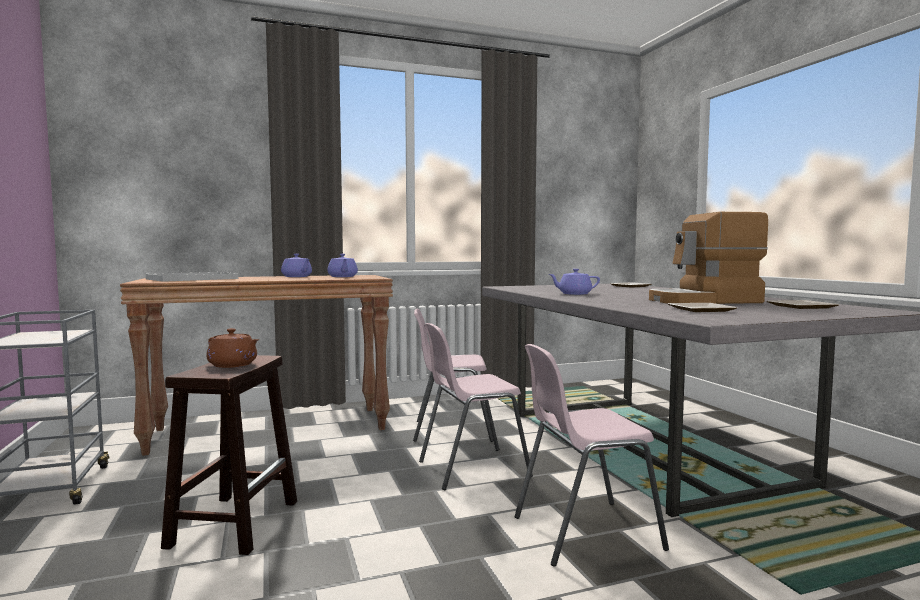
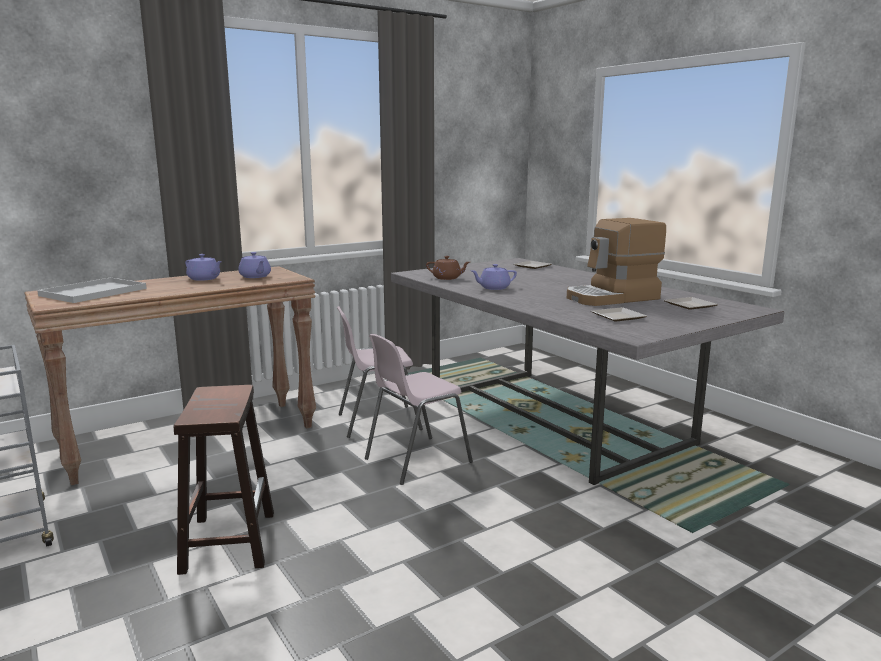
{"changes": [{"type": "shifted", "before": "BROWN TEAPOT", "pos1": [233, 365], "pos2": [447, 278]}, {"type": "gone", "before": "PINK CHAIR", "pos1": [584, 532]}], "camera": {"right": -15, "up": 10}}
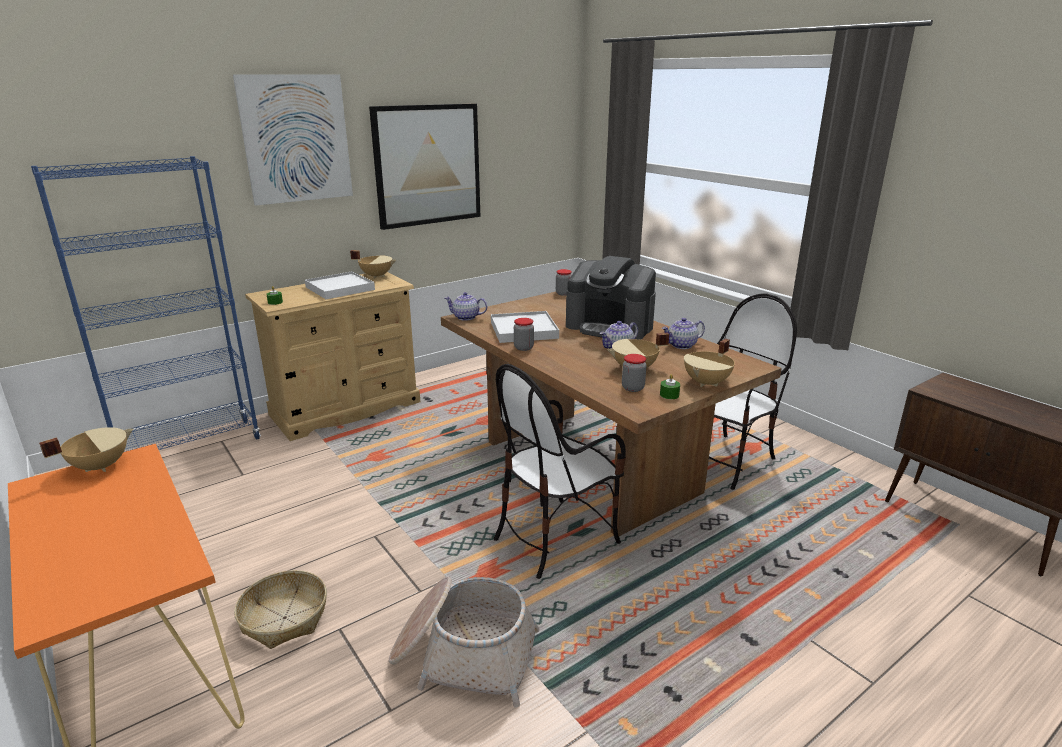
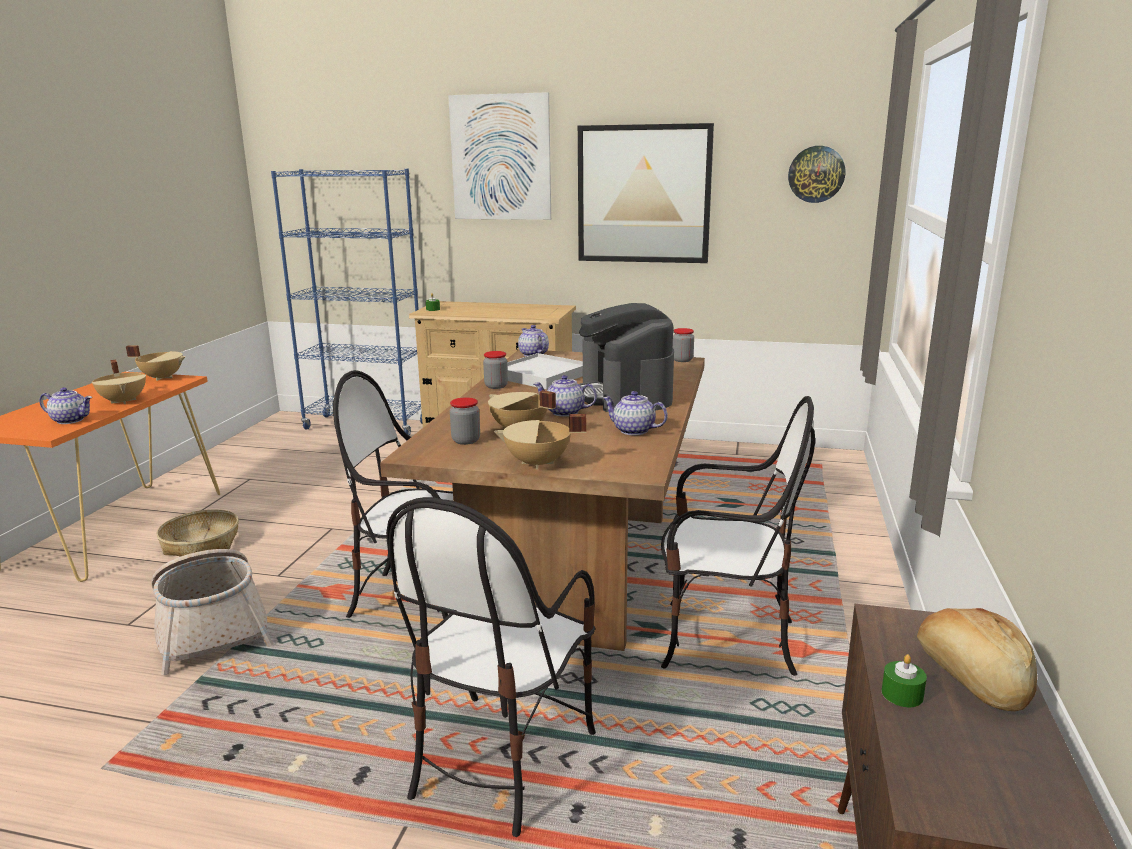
{"changes": [{"type": "shifted", "before": "BEIGE COOKING POT", "pos1": [376, 276], "pos2": [124, 401]}, {"type": "gone", "before": "WHITE TRAY", "pos1": [340, 288]}, {"type": "shifted", "before": "GREEN CANDLE", "pos1": [669, 395], "pos2": [902, 694]}, {"type": "new", "after": "WALL CLOCK", "pos2": [816, 174]}, {"type": "new", "after": "TEAPOT", "pos2": [71, 420]}, {"type": "new", "after": "CHAIR", "pos2": [500, 759]}, {"type": "new", "after": "BREAD", "pos2": [971, 678]}], "camera": {"right": 50, "up": -5}}
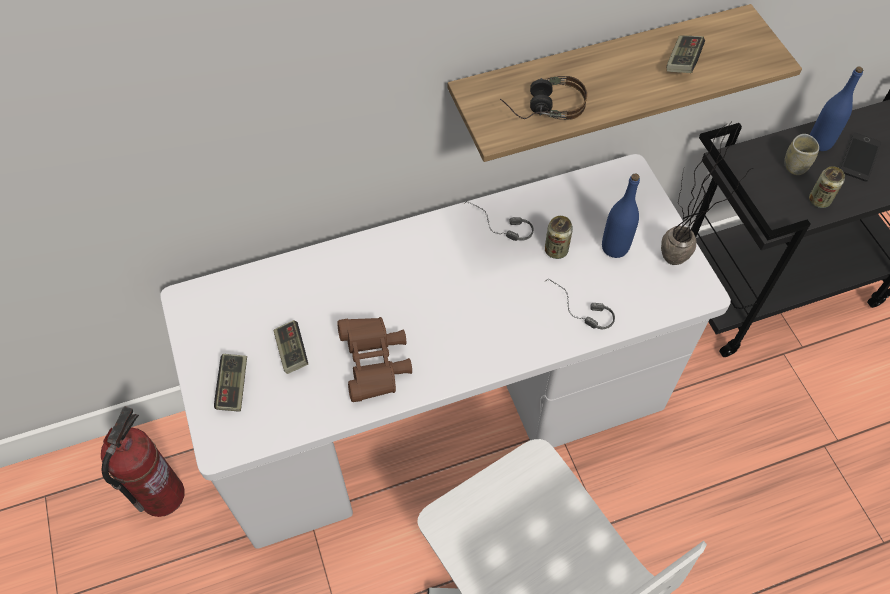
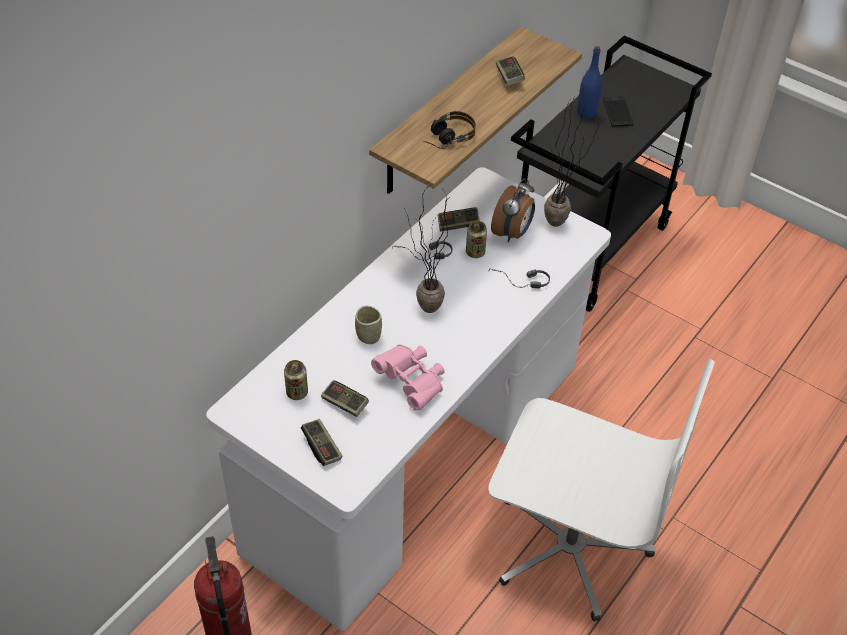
{"changes": [{"type": "shifted", "before": "CUP", "pos1": [795, 166], "pos2": [368, 336]}, {"type": "shifted", "before": "CAN", "pos1": [819, 200], "pos2": [297, 393]}, {"type": "swapped", "before": "BLUE BOTTLE", "after": "ALARM CLOCK", "pos1": [615, 247], "pos2": [512, 233]}, {"type": "repainted", "before": "BROWN BINOCULARS", "after": "PINK BINOCULARS", "pos1": [375, 365], "pos2": [412, 382]}, {"type": "new", "after": "POTTED PLANT", "pos2": [422, 312]}, {"type": "new", "after": "GAME CONTROLLER", "pos2": [458, 225]}], "camera": {"right": -35, "up": -10}}
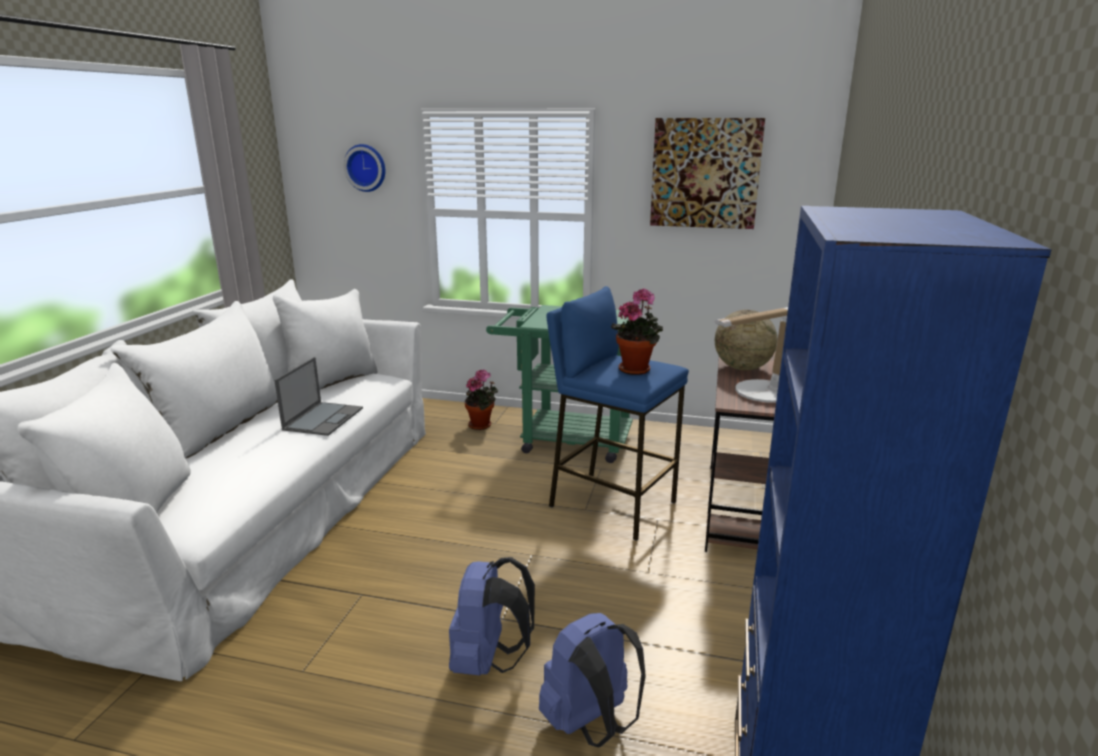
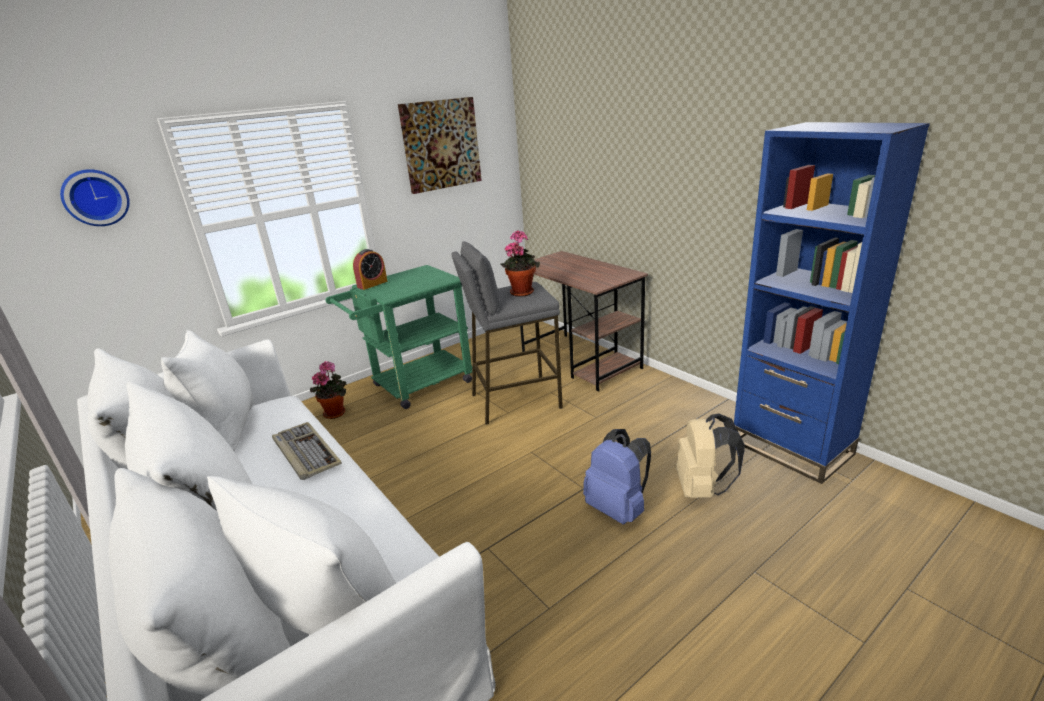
{"changes": [{"type": "repainted", "before": "BLUE STOOL", "after": "GREY STOOL", "pos1": [612, 504], "pos2": [515, 400]}, {"type": "gone", "before": "TABLE LAMP", "pos1": [758, 395]}, {"type": "gone", "before": "GLOBE", "pos1": [742, 368]}, {"type": "swapped", "before": "LAPTOP", "after": "KEYBOARD", "pos1": [323, 418], "pos2": [305, 452]}, {"type": "repainted", "before": "BLUE BACKPACK", "after": "BEIGE BACKPACK", "pos1": [591, 724], "pos2": [702, 489]}, {"type": "new", "after": "ALARM CLOCK", "pos2": [372, 284]}], "camera": {"right": -50, "up": 5}}
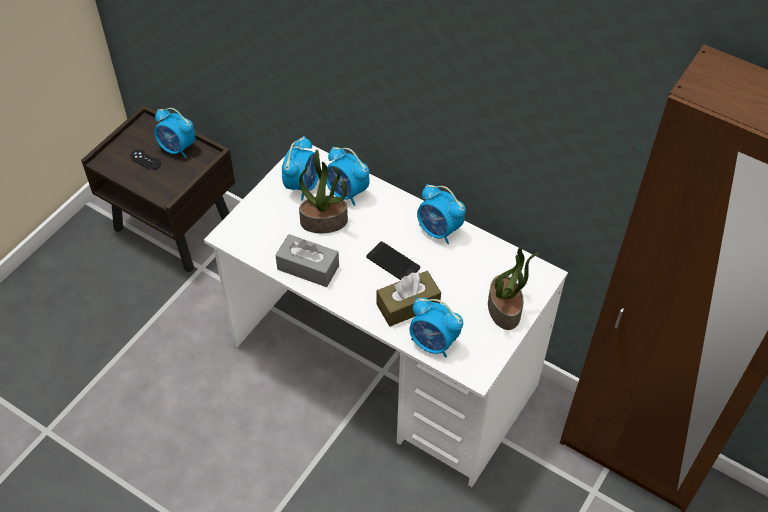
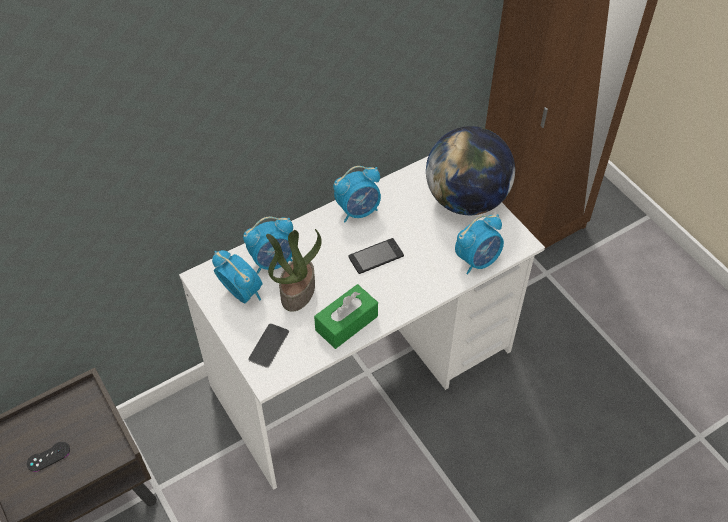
{"changes": [{"type": "gone", "before": "ALARM CLOCK", "pos1": [177, 148]}, {"type": "repainted", "before": "GREY TISSUE BOX", "after": "GREEN TISSUE BOX", "pos1": [308, 267], "pos2": [346, 323]}, {"type": "swapped", "before": "POTTED PLANT", "after": "GLOBE", "pos1": [505, 309], "pos2": [466, 200]}, {"type": "gone", "before": "BROWN TISSUE BOX", "pos1": [408, 305]}, {"type": "new", "after": "PHONE", "pos2": [269, 345]}], "camera": {"right": -65, "up": 0}}
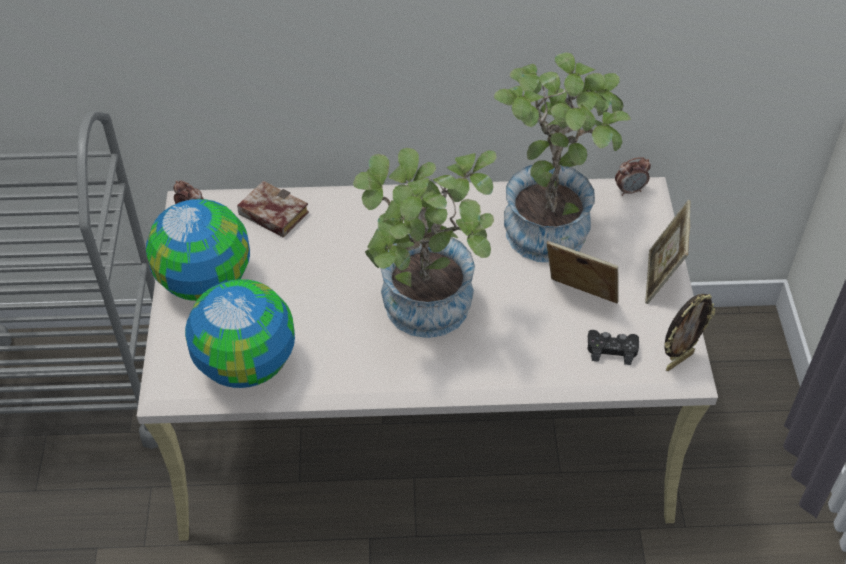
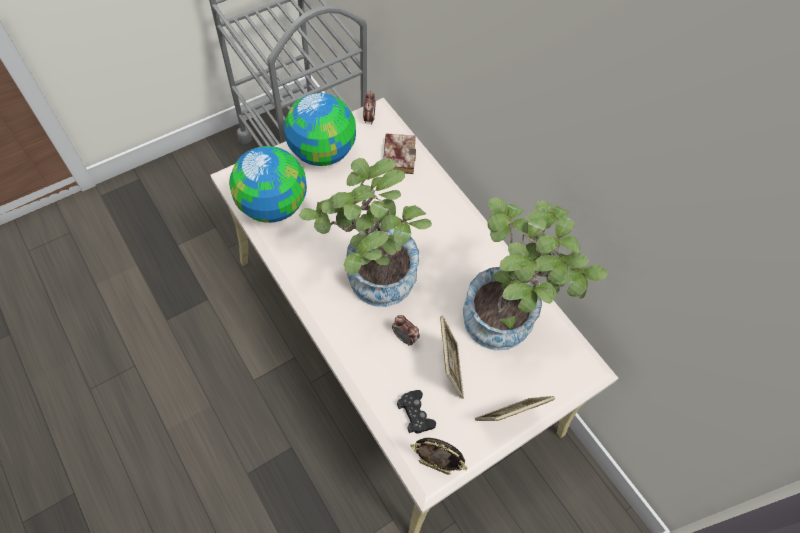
{"changes": [{"type": "shifted", "before": "ALARM CLOCK", "pos1": [630, 190], "pos2": [405, 337]}], "camera": {"right": 55, "up": 10}}
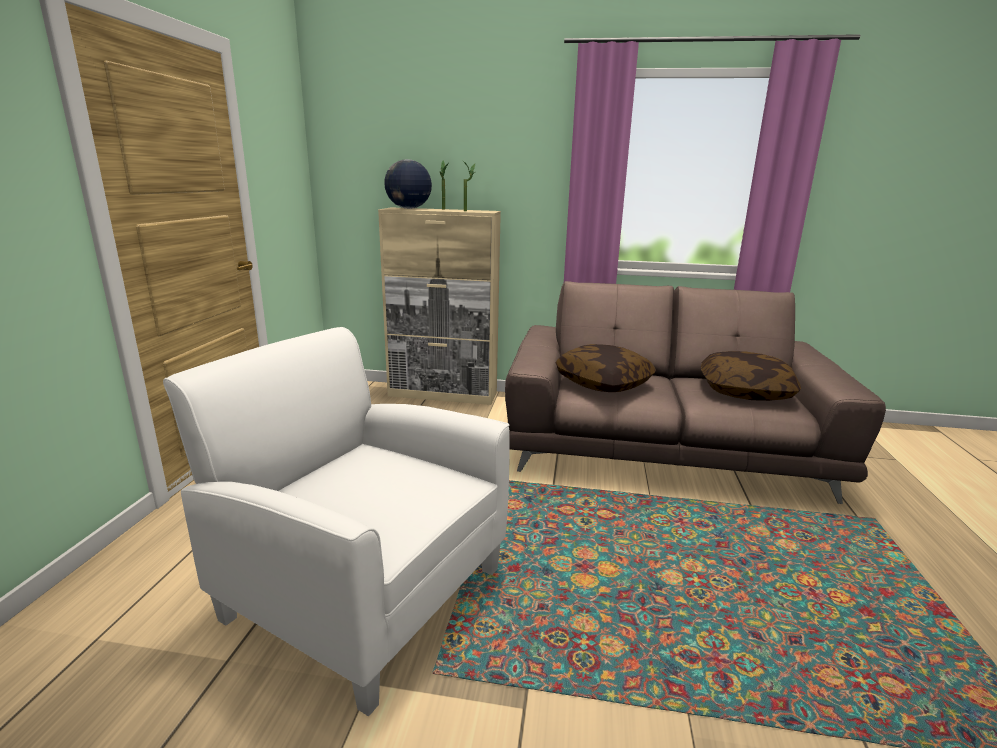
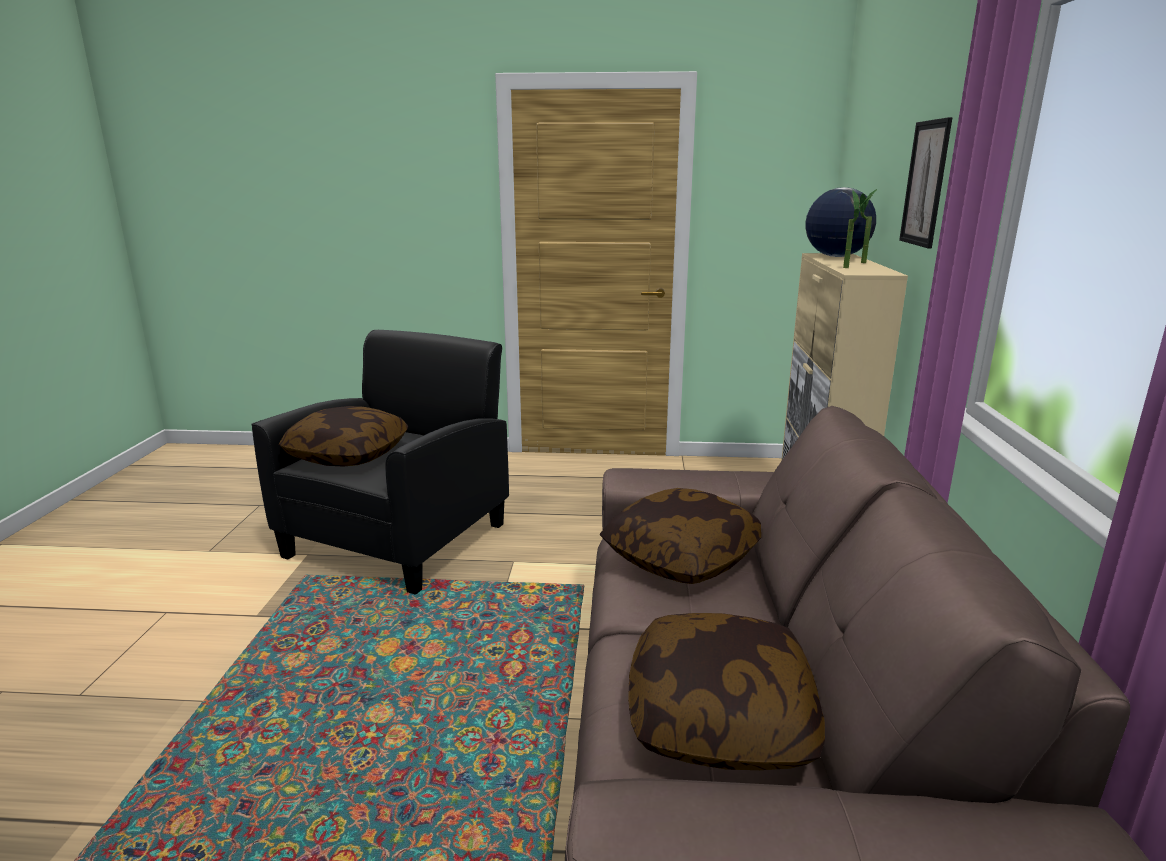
{"changes": [{"type": "repainted", "before": "WHITE ARMCHAIR", "after": "BLACK ARMCHAIR", "pos1": [364, 591], "pos2": [399, 539]}, {"type": "new", "after": "PICTURE", "pos2": [925, 183]}, {"type": "new", "after": "PILLOW", "pos2": [348, 455]}], "camera": {"right": 85, "up": 0}}
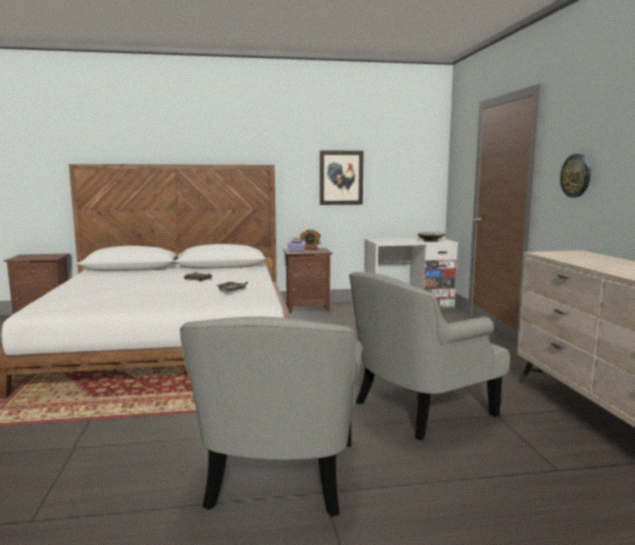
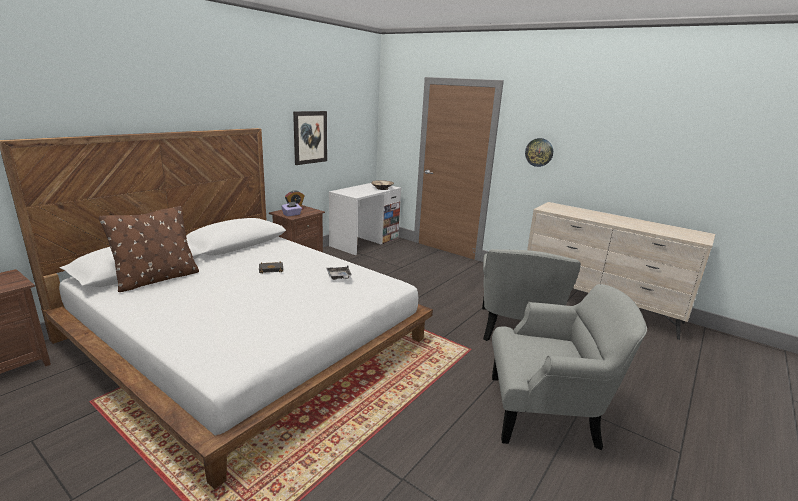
{"changes": [{"type": "rotated", "before": "GREY ARMCHAIR", "pos1": [279, 474], "pos2": [545, 412], "turn": -45}, {"type": "new", "after": "BROWN PILLOW", "pos2": [157, 279]}], "camera": {"right": -45, "up": 10}}
